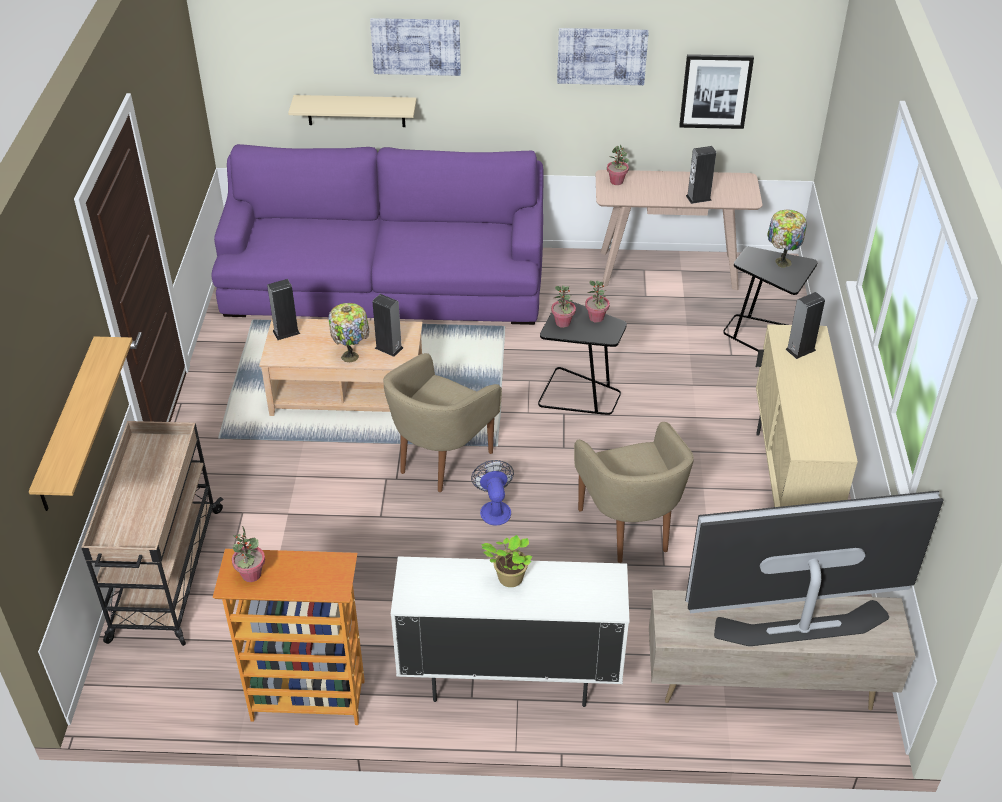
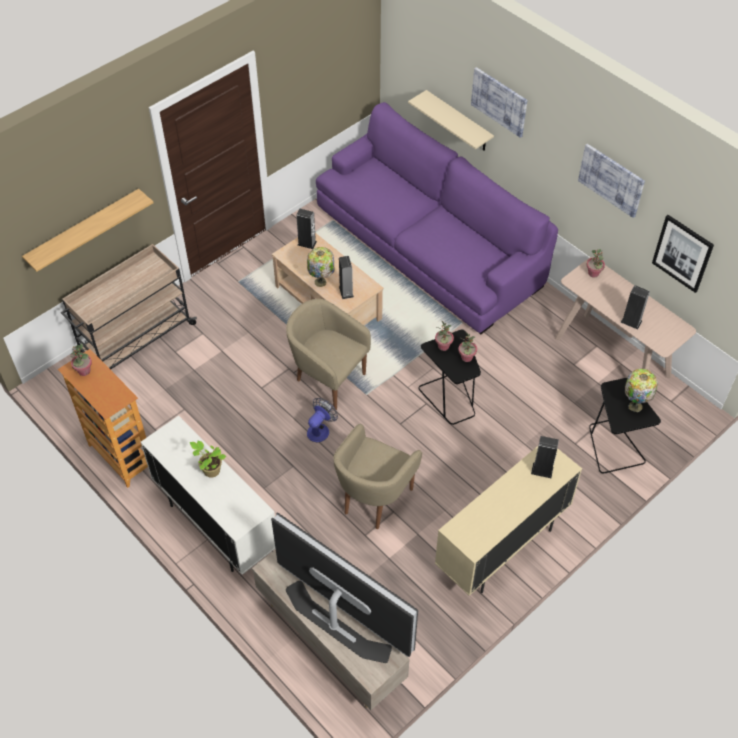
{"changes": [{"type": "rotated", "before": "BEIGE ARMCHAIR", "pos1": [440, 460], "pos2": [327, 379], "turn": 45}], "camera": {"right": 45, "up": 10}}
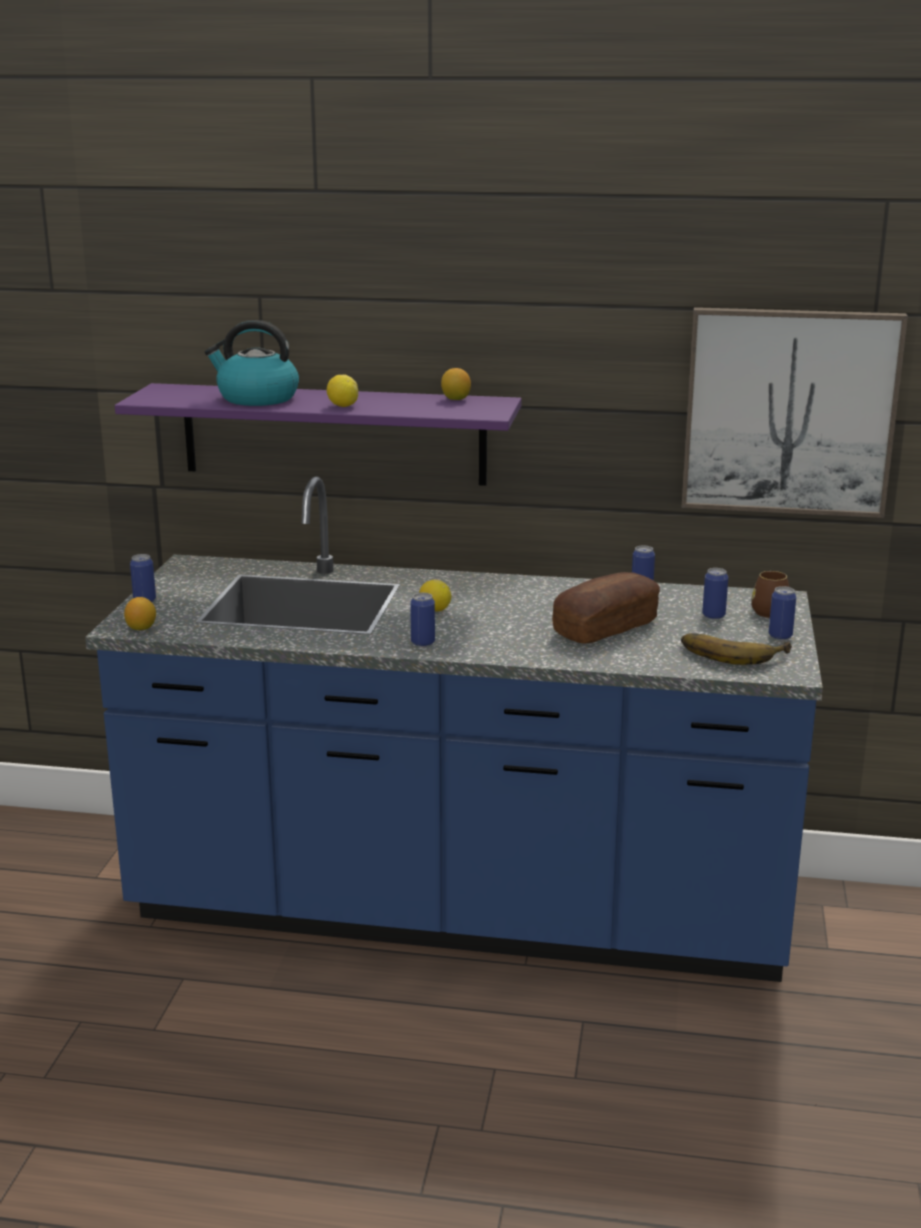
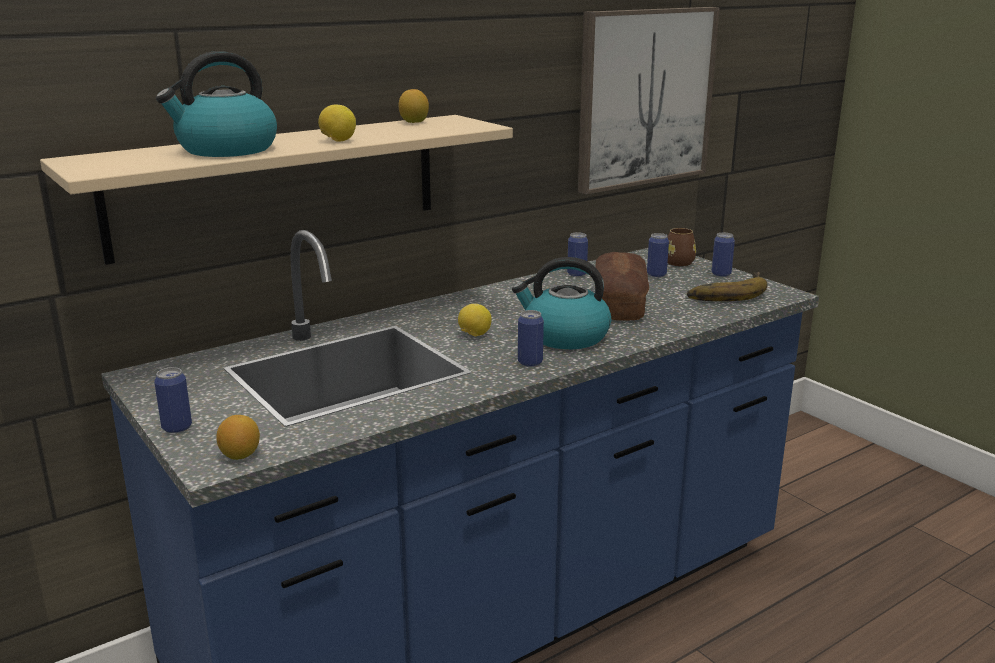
{"changes": [{"type": "repainted", "before": "PURPLE SHELF", "after": "BEIGE SHELF", "pos1": [333, 434], "pos2": [278, 184]}, {"type": "new", "after": "KETTLE", "pos2": [564, 336]}], "camera": {"right": -45, "up": 0}}
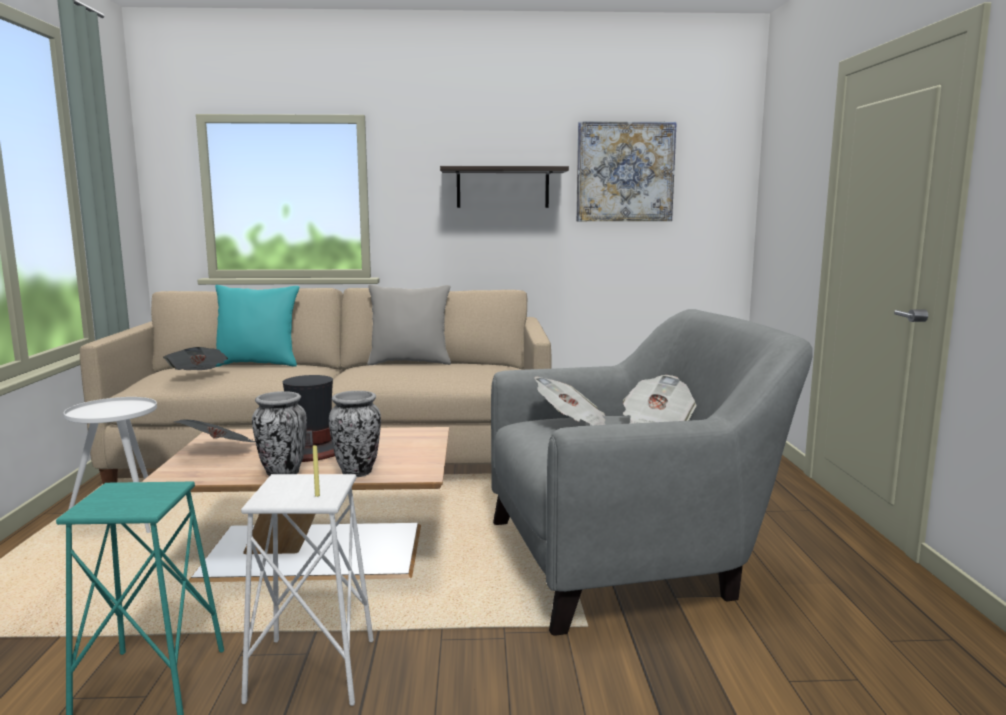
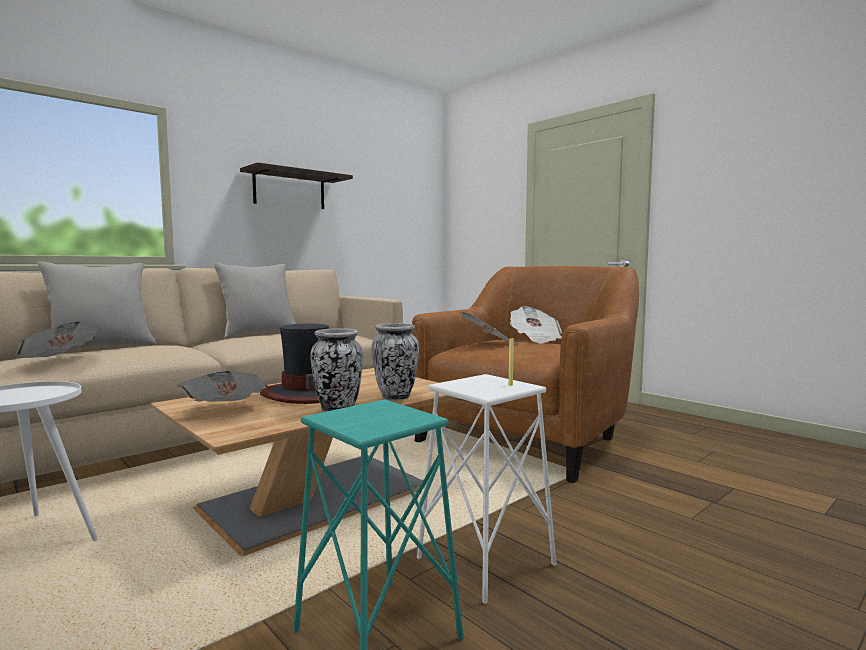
{"changes": [{"type": "gone", "before": "PICTURE", "pos1": [625, 172]}, {"type": "repainted", "before": "TURQUOISE PILLOW", "after": "GREY PILLOW", "pos1": [258, 364], "pos2": [102, 348]}, {"type": "repainted", "before": "GREY ARMCHAIR", "after": "BROWN ARMCHAIR", "pos1": [629, 558], "pos2": [528, 436]}], "camera": {"right": -40, "up": -5}}
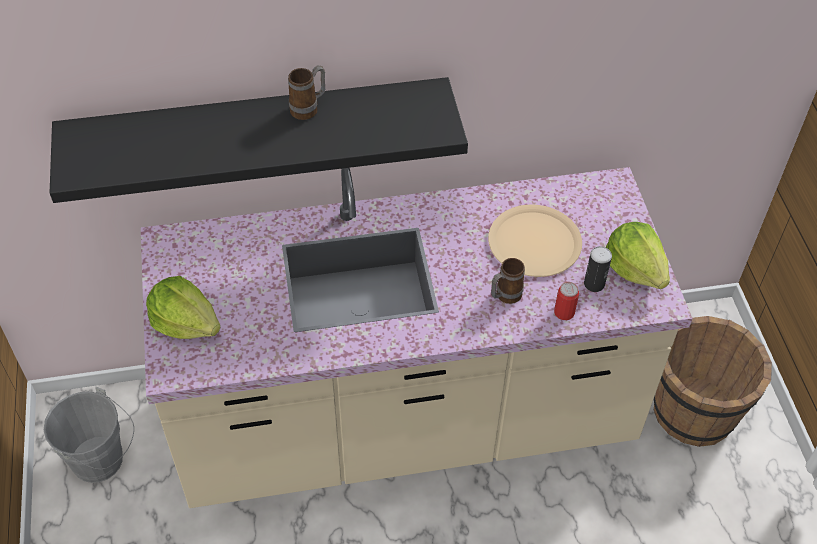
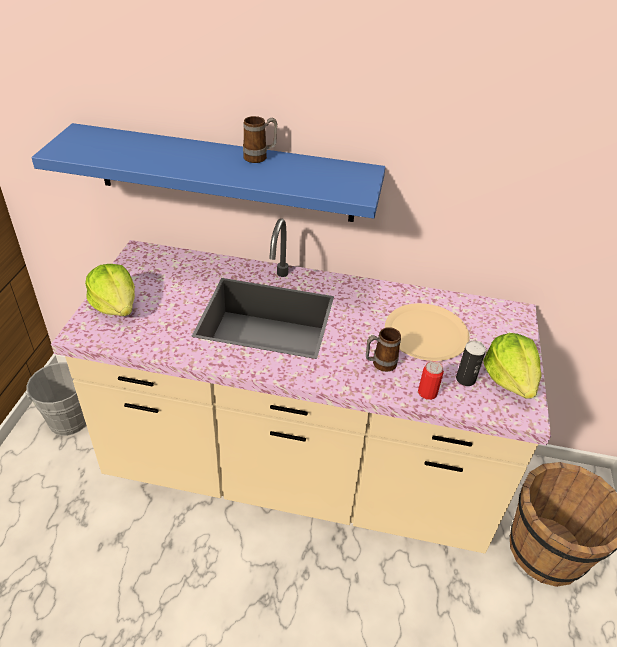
{"changes": [{"type": "repainted", "before": "BLACK SHELF", "after": "BLUE SHELF", "pos1": [258, 127], "pos2": [225, 173]}], "camera": {"right": 20, "up": -10}}
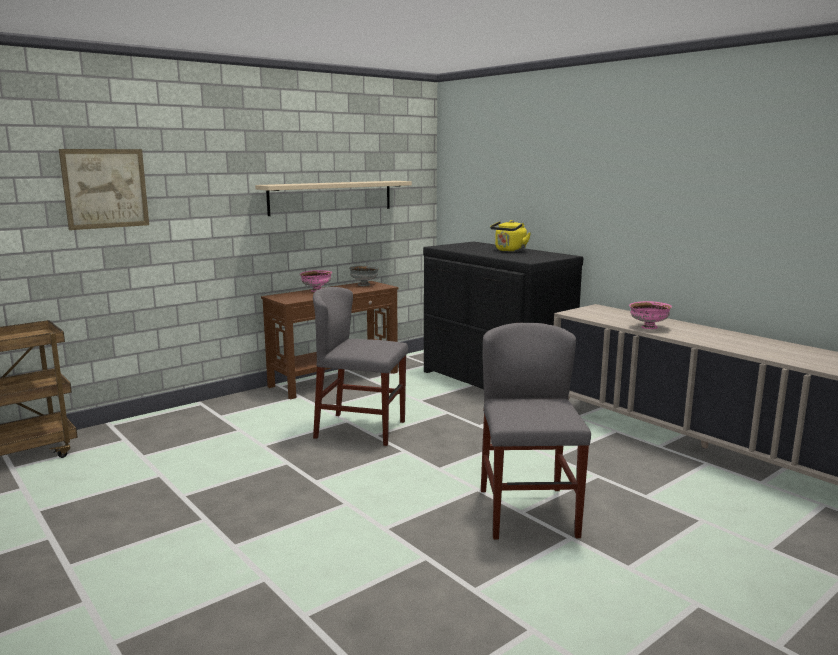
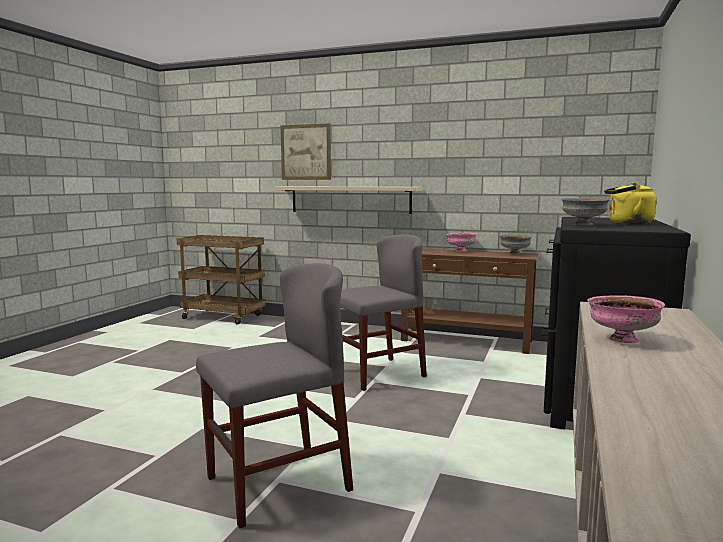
{"changes": [{"type": "shifted", "before": "BEIGE SHELF", "pos1": [331, 197], "pos2": [350, 199]}, {"type": "rotated", "before": "GREY CHAIR", "pos1": [361, 429], "pos2": [378, 374], "turn": 75}, {"type": "new", "after": "GREY BOWL", "pos2": [583, 225]}], "camera": {"right": 60, "up": -5}}
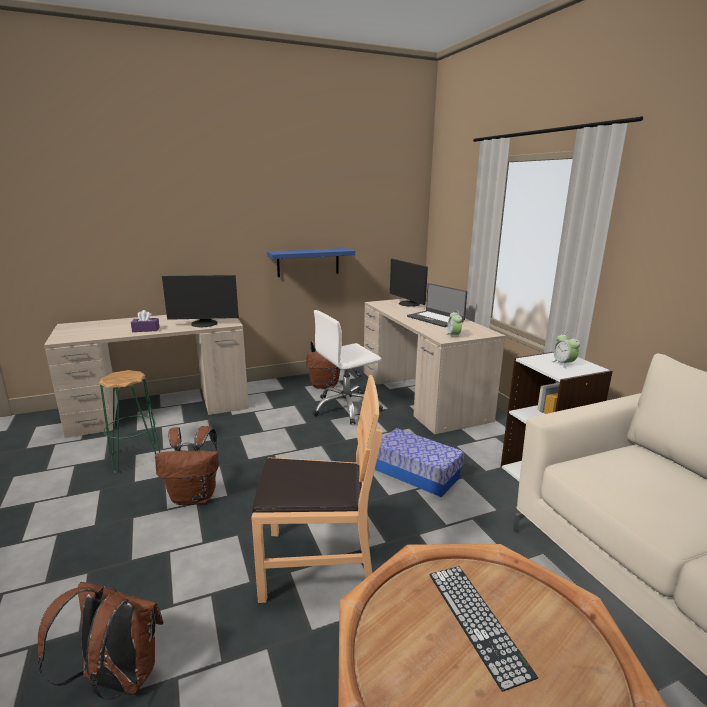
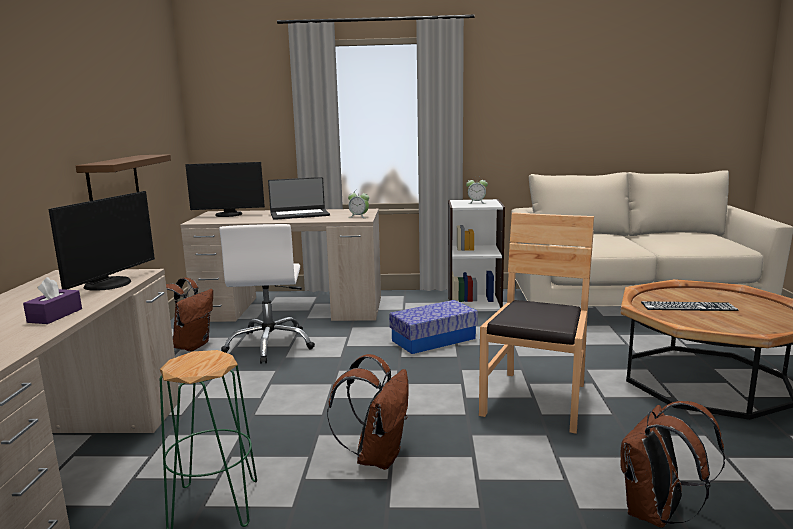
{"changes": [{"type": "repainted", "before": "BLUE SHELF", "after": "BROWN SHELF", "pos1": [308, 262], "pos2": [113, 179]}], "camera": {"right": -65, "up": -5}}
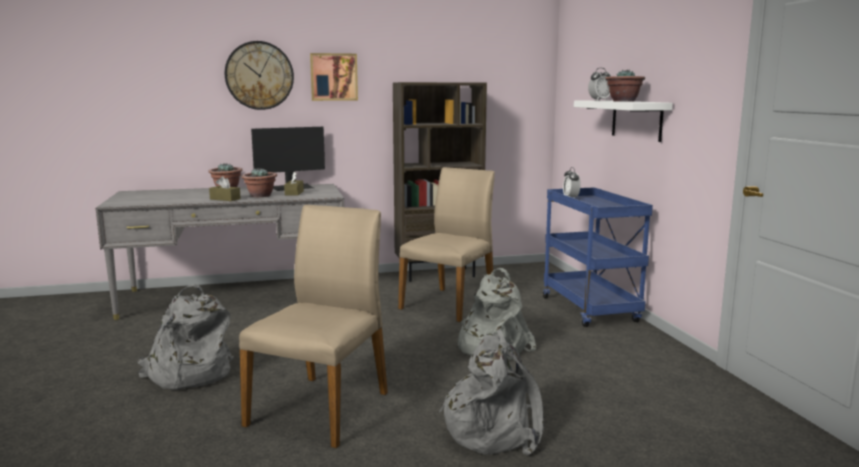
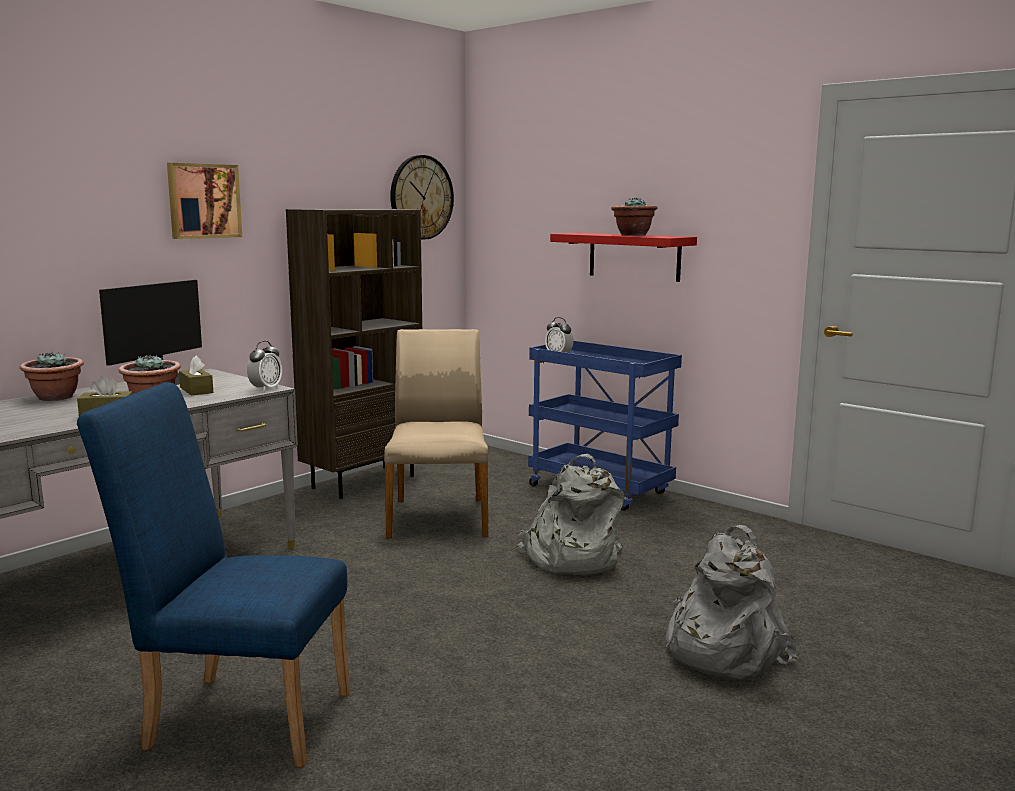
{"changes": [{"type": "shifted", "before": "WALL CLOCK", "pos1": [259, 75], "pos2": [421, 197]}, {"type": "shifted", "before": "ALARM CLOCK", "pos1": [599, 100], "pos2": [265, 389]}, {"type": "repainted", "before": "WHITE SHELF", "after": "RED SHELF", "pos1": [636, 120], "pos2": [634, 256]}, {"type": "gone", "before": "BEIGE CHAIR", "pos1": [321, 408]}, {"type": "swapped", "before": "GREY BACKPACK", "after": "BLUE CHAIR", "pos1": [189, 374], "pos2": [236, 715]}], "camera": {"right": -35, "up": 0}}
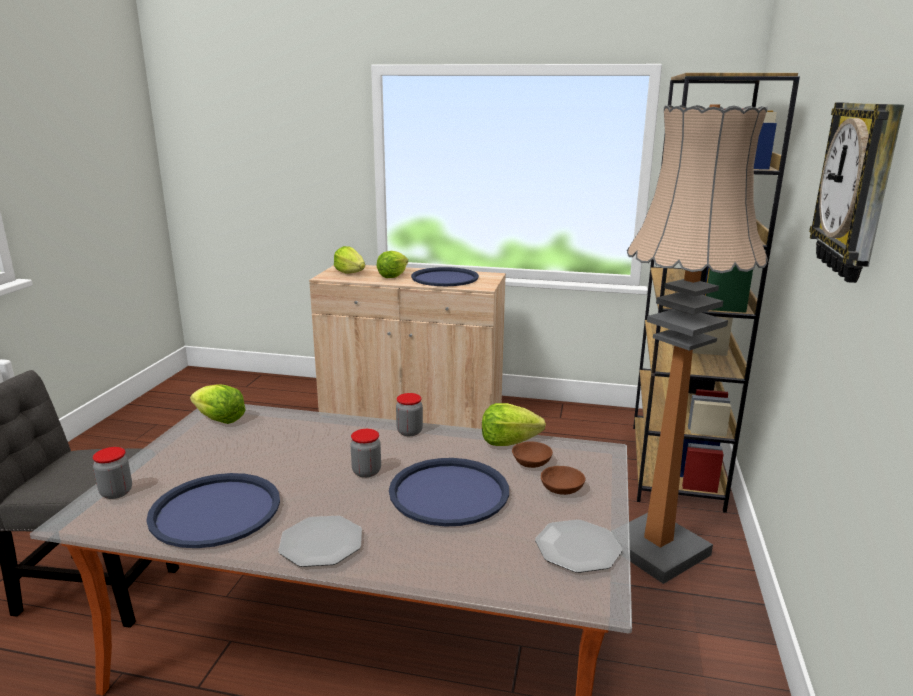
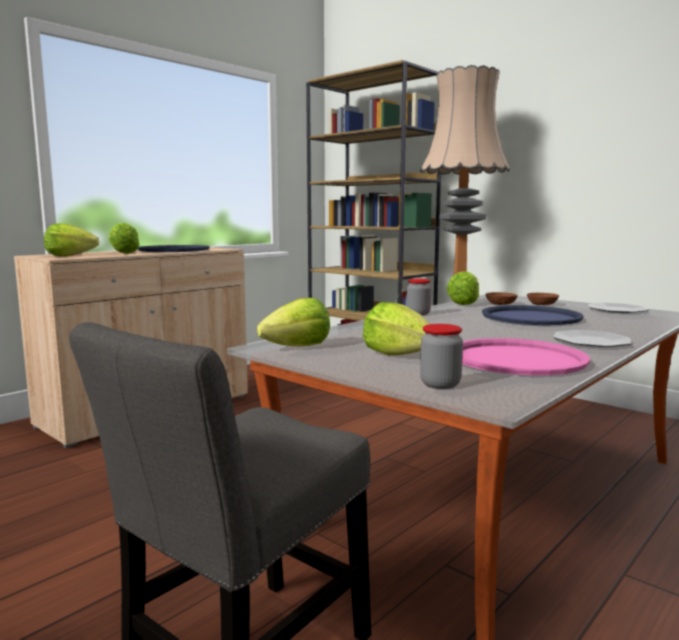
{"changes": [{"type": "gone", "before": "WALL CLOCK", "pos1": [858, 190]}, {"type": "gone", "before": "JAR", "pos1": [366, 472]}, {"type": "repainted", "before": "BLUE TRAY", "after": "PINK TRAY", "pos1": [215, 511], "pos2": [516, 359]}, {"type": "new", "after": "LETTUCE", "pos2": [397, 354]}], "camera": {"right": -60, "up": -10}}
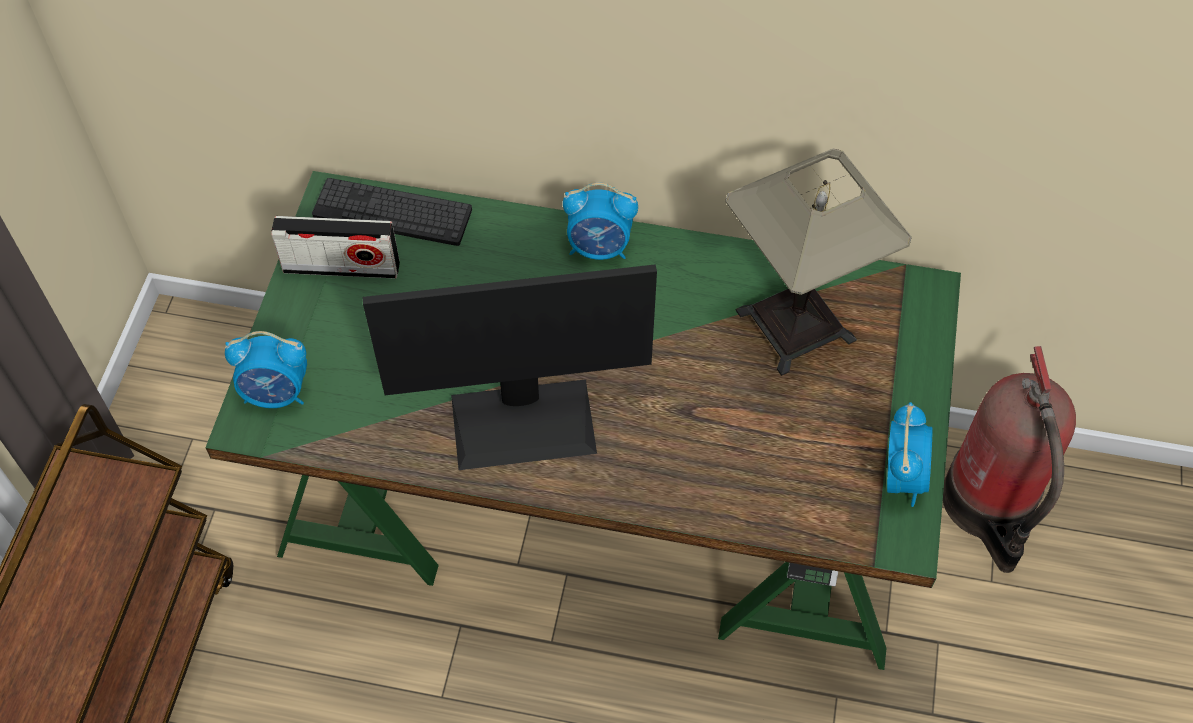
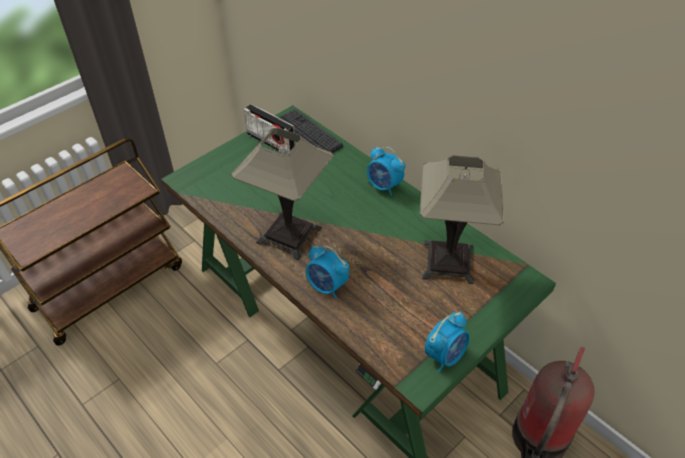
{"changes": [{"type": "swapped", "before": "MONITOR", "after": "TABLE LAMP", "pos1": [524, 421], "pos2": [289, 235]}, {"type": "shifted", "before": "ALARM CLOCK", "pos1": [277, 393], "pos2": [327, 286]}], "camera": {"right": 35, "up": -10}}
